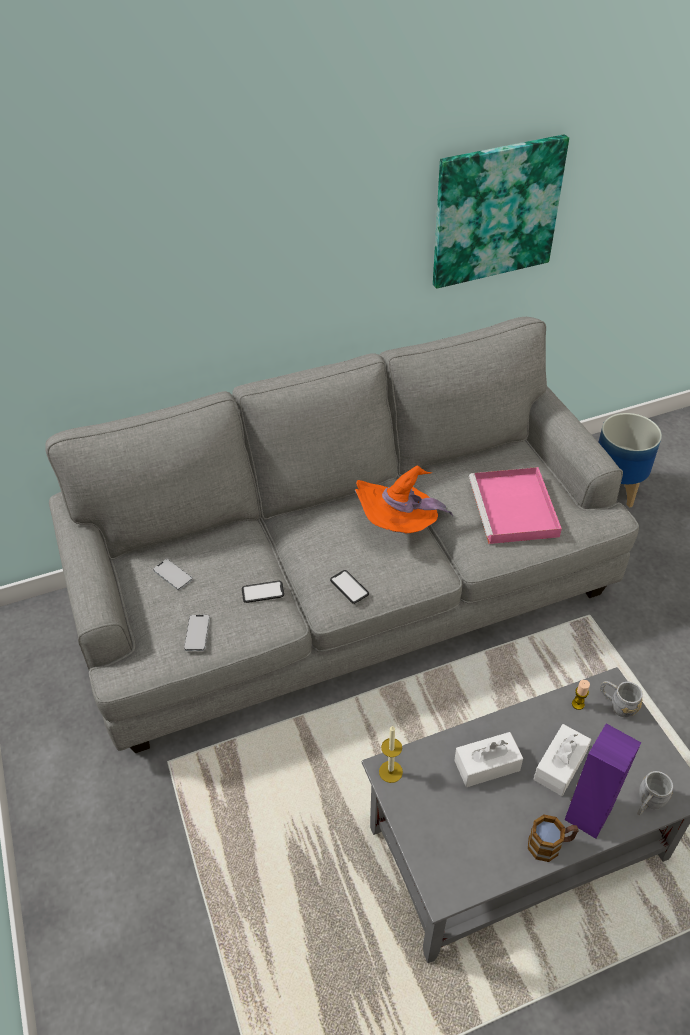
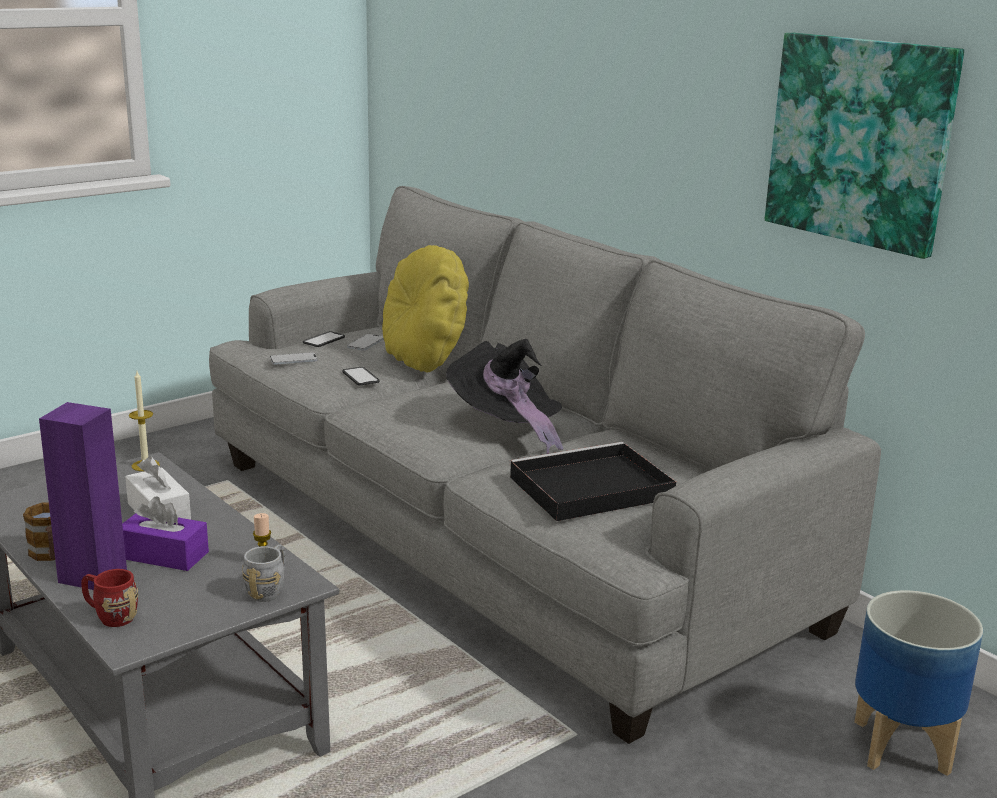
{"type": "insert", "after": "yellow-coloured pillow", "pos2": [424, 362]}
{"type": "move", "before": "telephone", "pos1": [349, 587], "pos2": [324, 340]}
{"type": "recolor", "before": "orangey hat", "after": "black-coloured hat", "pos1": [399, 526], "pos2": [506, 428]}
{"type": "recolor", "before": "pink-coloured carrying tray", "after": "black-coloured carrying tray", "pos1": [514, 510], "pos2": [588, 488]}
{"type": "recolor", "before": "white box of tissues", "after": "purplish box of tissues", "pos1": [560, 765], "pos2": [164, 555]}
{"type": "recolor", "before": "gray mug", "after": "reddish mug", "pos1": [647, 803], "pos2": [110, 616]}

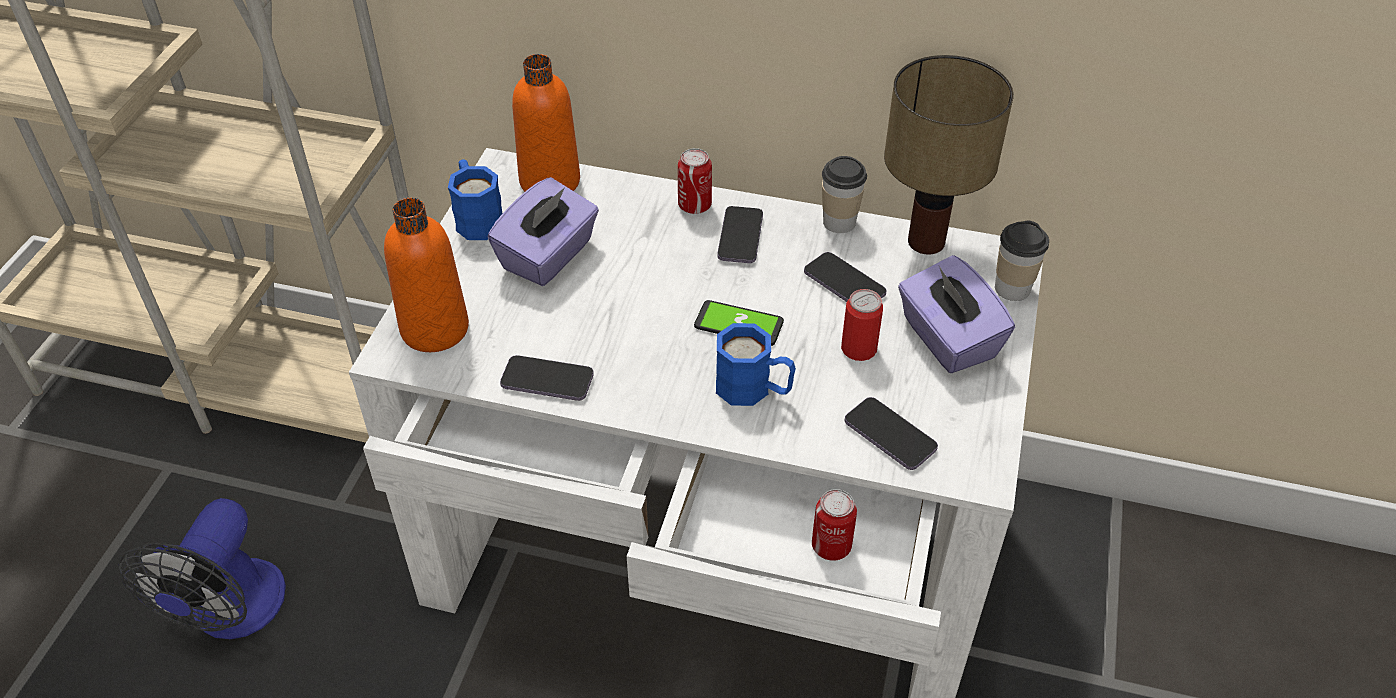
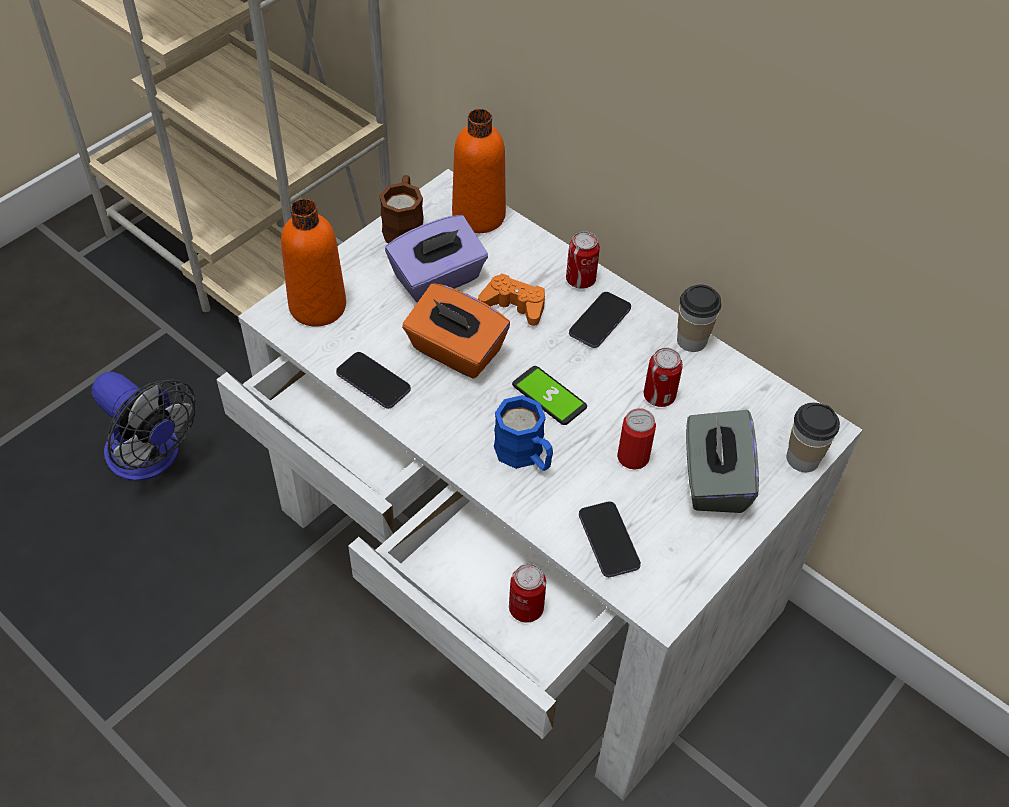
{"type": "delete", "before": "lamp for a table", "pos1": [924, 241]}
{"type": "insert", "after": "orangey box of tissues", "pos2": [455, 351]}
{"type": "insert", "after": "orangey gamepad", "pos2": [514, 305]}
{"type": "replace", "before": "telephone", "after": "can", "pos1": [844, 284], "pos2": [659, 396]}
{"type": "recolor", "before": "blue-coloured mug", "after": "brown-coloured mug", "pos1": [477, 217], "pos2": [404, 226]}
{"type": "recolor", "before": "purplish box of tissues", "after": "gray box of tissues", "pos1": [947, 339], "pos2": [713, 480]}
{"type": "rotate", "before": "electric fan", "pos1": [231, 614], "pos2": [151, 458], "turn": -90}

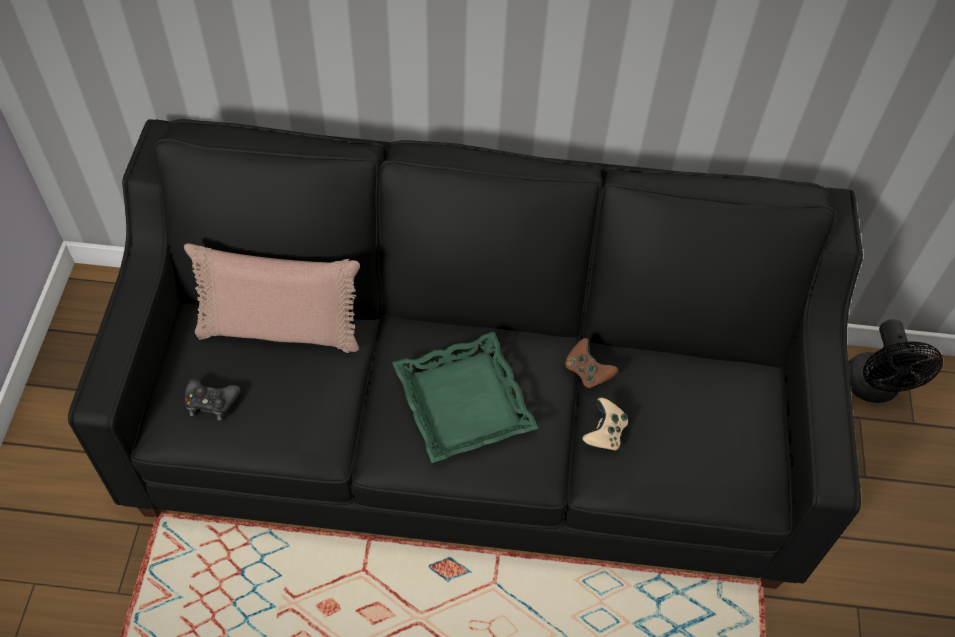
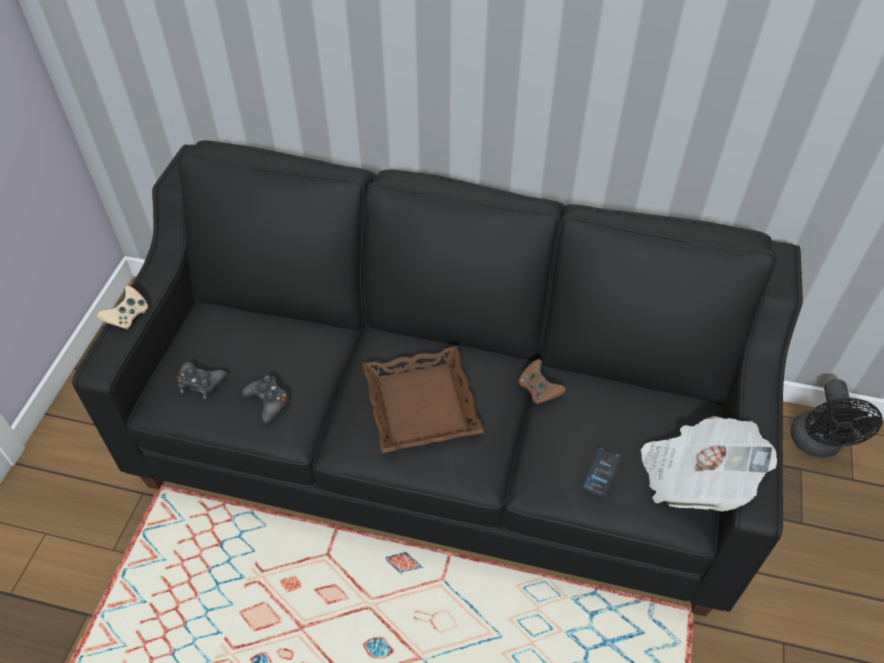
{"type": "delete", "before": "beige pillow", "pos1": [280, 329]}
{"type": "insert", "after": "black-coloured gamepad", "pos2": [269, 401]}
{"type": "insert", "after": "telephone", "pos2": [601, 472]}
{"type": "insert", "after": "daily paper", "pos2": [695, 477]}
{"type": "move", "before": "beige gamepad", "pos1": [604, 433], "pos2": [128, 317]}
{"type": "recolor", "before": "greenish carrying tray", "after": "brown-coloured carrying tray", "pos1": [465, 402], "pos2": [422, 405]}

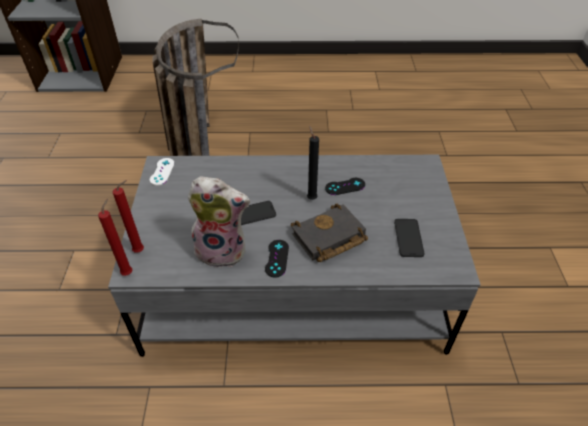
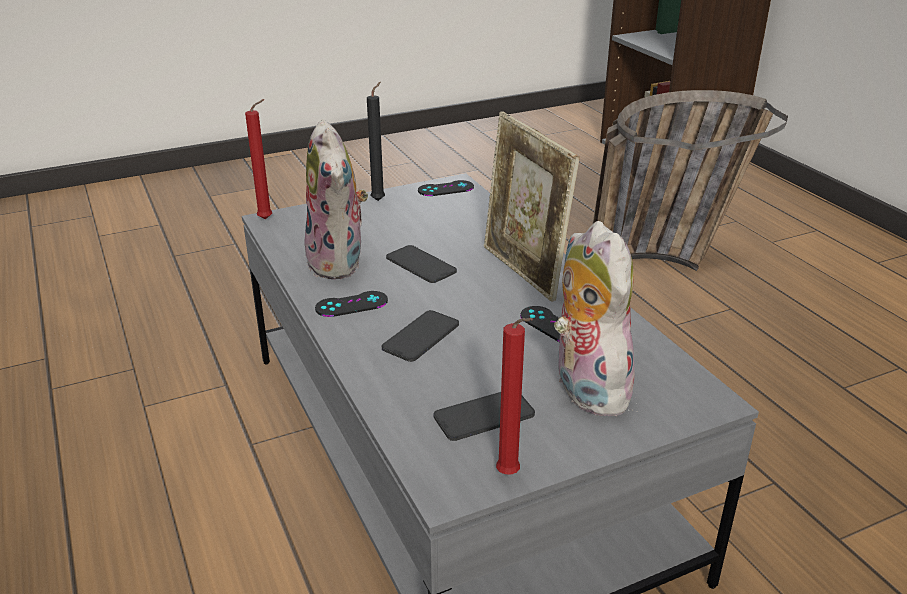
{"type": "insert", "after": "photo frame", "pos2": [523, 272]}
{"type": "insert", "after": "cuddly toy", "pos2": [584, 388]}
{"type": "move", "before": "reddish wax candle", "pos1": [141, 250], "pos2": [510, 476]}
{"type": "move", "before": "black-coloured wax candle", "pos1": [311, 198], "pos2": [379, 200]}
{"type": "replace", "before": "black-coloured book", "after": "telephone", "pos1": [328, 238], "pos2": [421, 336]}
{"type": "recolor", "before": "white gamepad", "after": "black-coloured gamepad", "pos1": [162, 171], "pos2": [445, 189]}

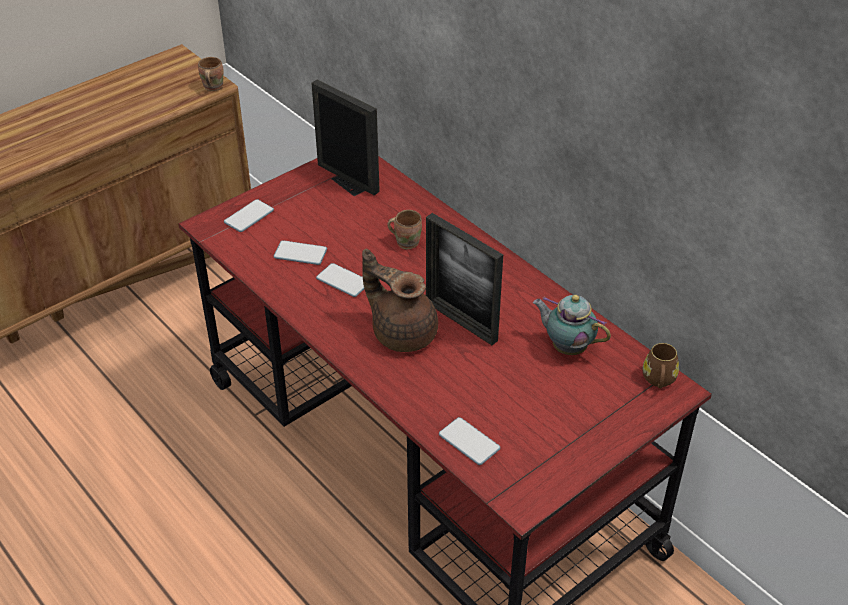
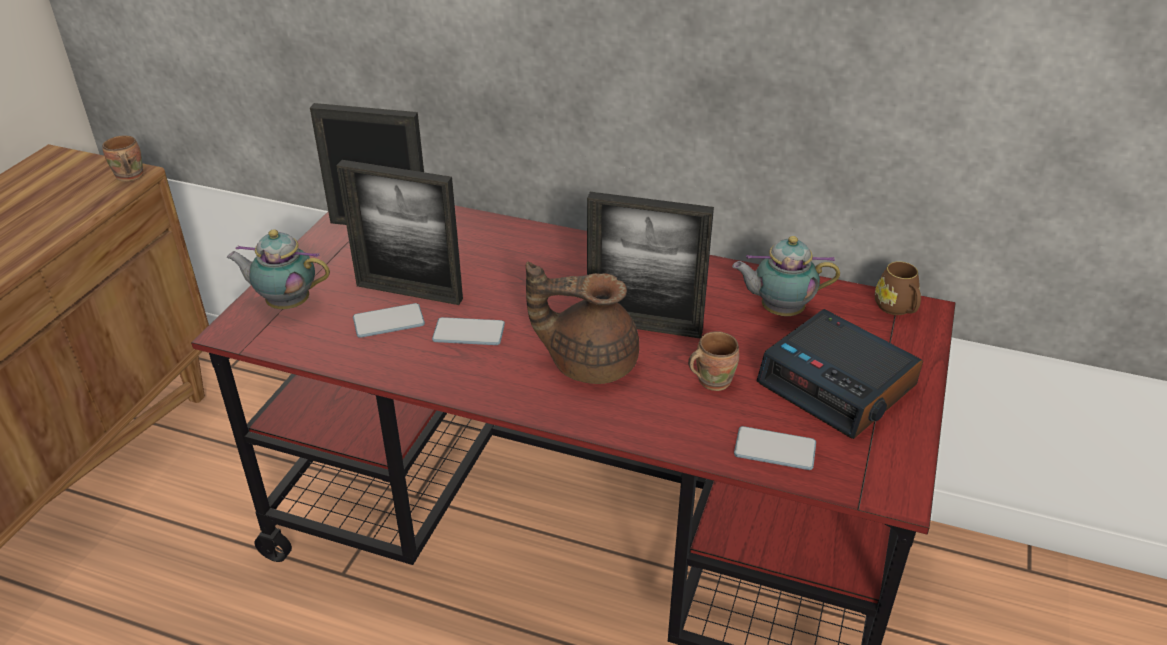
{"type": "insert", "after": "photo frame", "pos2": [409, 292]}
{"type": "insert", "after": "table clock", "pos2": [838, 385]}
{"type": "move", "before": "brown-coloured mug", "pos1": [406, 241], "pos2": [711, 380]}
{"type": "replace", "before": "telephone", "after": "tea pot", "pos1": [249, 217], "pos2": [286, 303]}

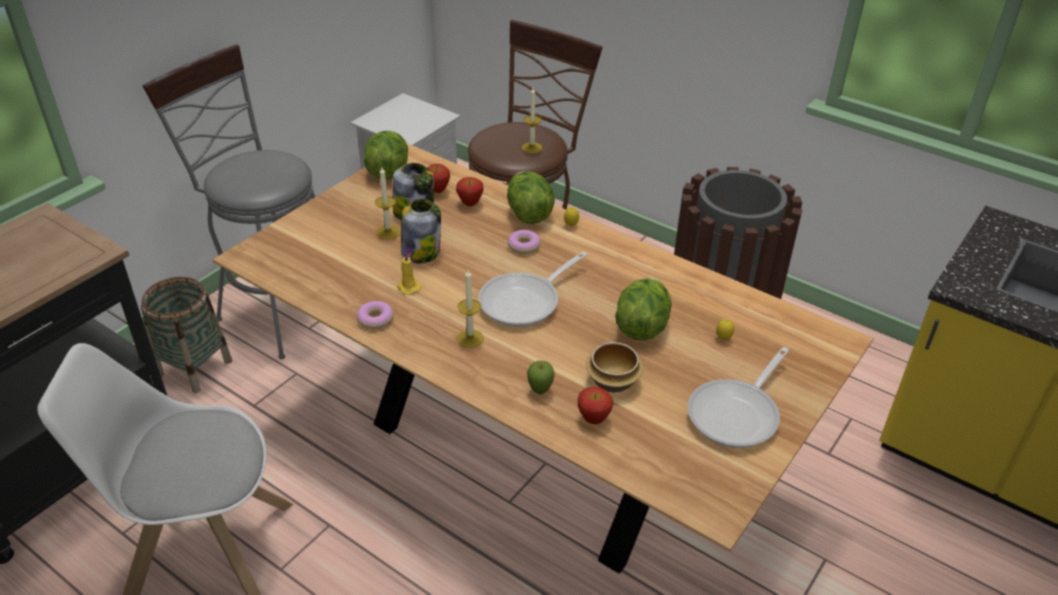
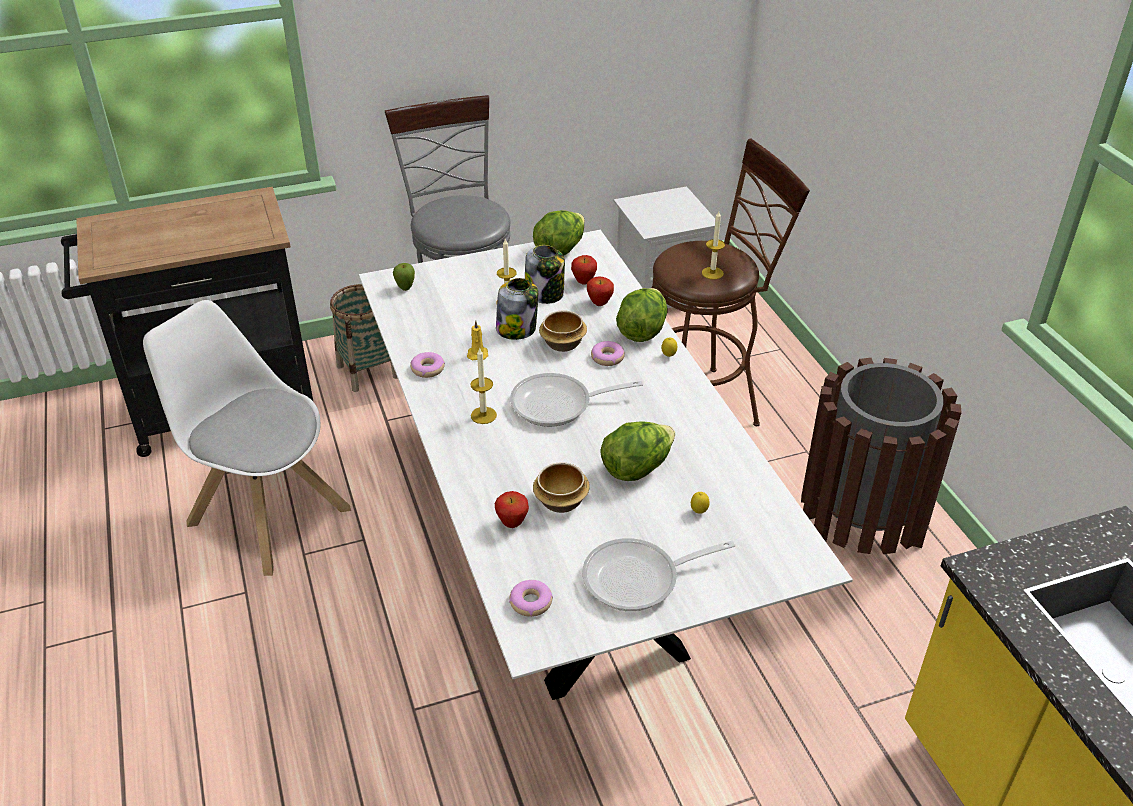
{"type": "insert", "after": "ring doughnut", "pos2": [531, 602]}
{"type": "insert", "after": "serving bowl", "pos2": [563, 344]}
{"type": "move", "before": "apple fruit", "pos1": [540, 391], "pos2": [405, 288]}
{"type": "recolor", "before": "brown-coloured kitchen table", "after": "white kitchen table", "pos1": [526, 450], "pos2": [566, 559]}

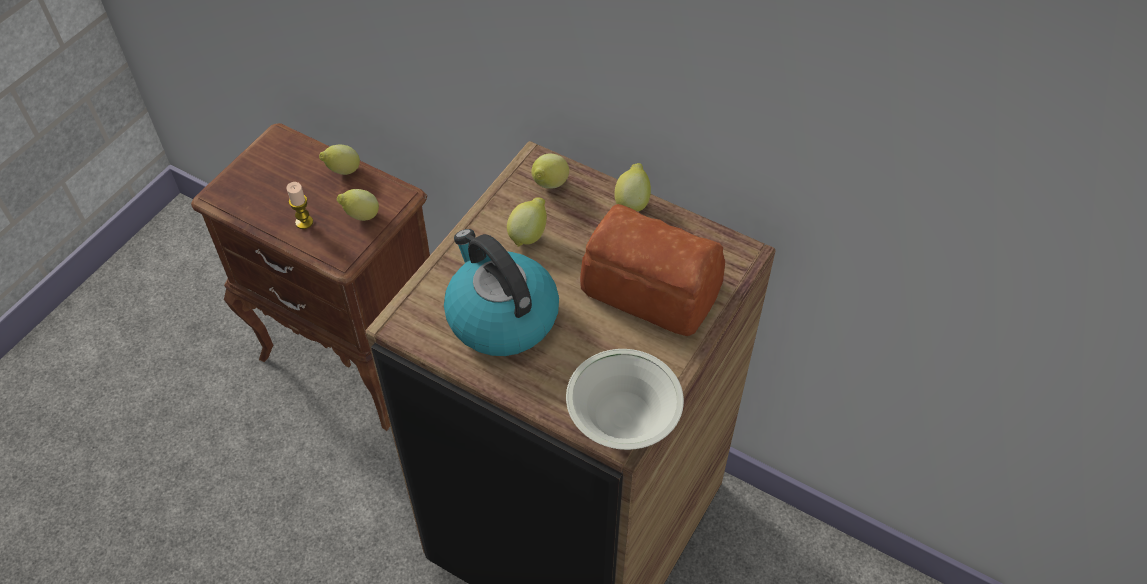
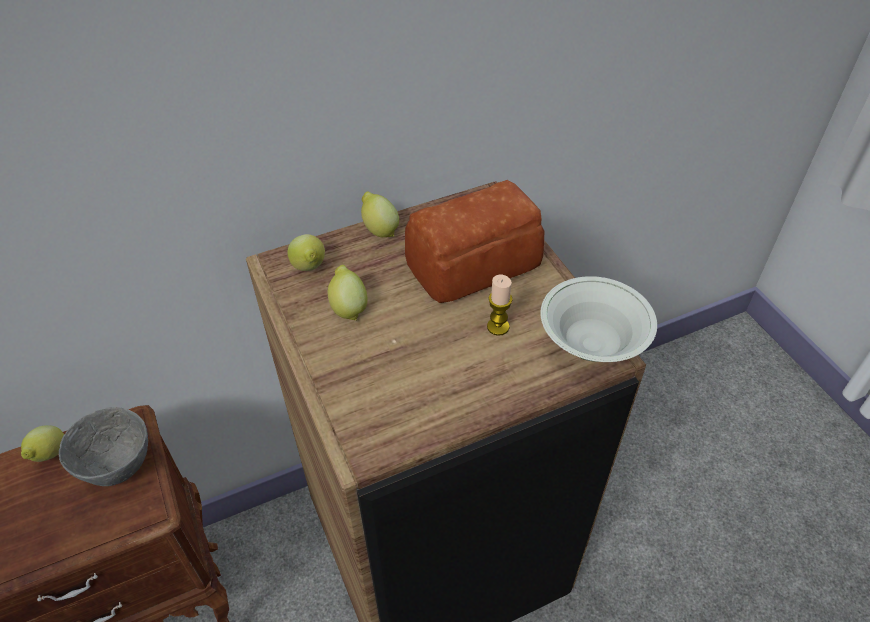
{"type": "delete", "before": "tea kettle", "pos1": [500, 316]}
{"type": "move", "before": "wax candle", "pos1": [304, 222], "pos2": [498, 327]}
{"type": "replace", "before": "whole lemon", "after": "gray serving bowl", "pos1": [361, 216], "pos2": [119, 468]}

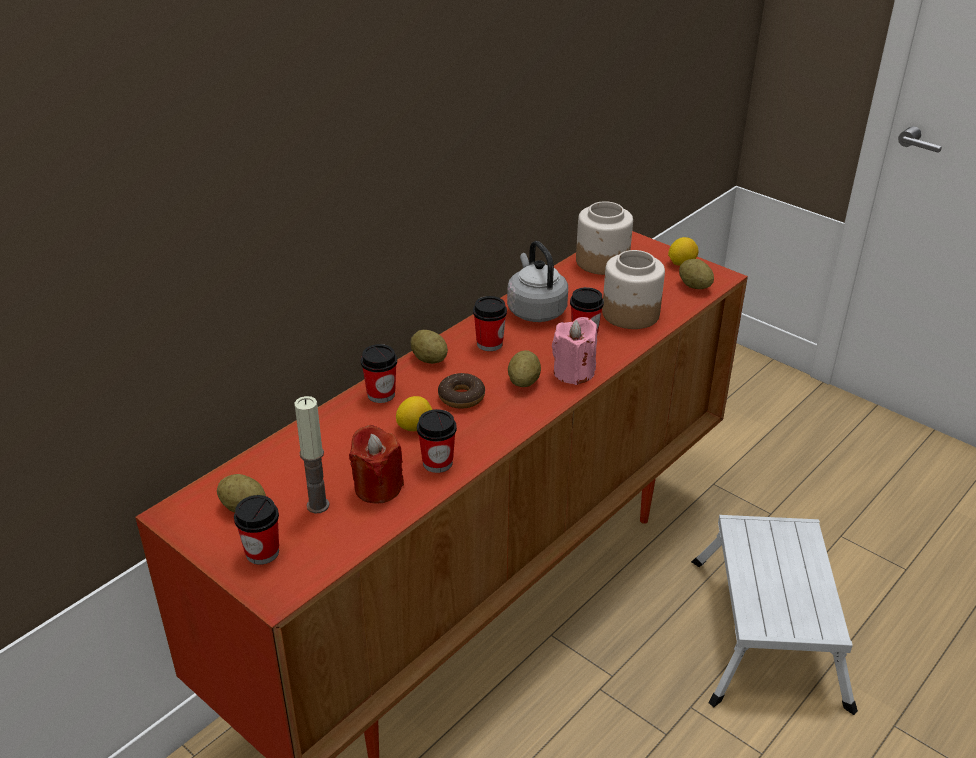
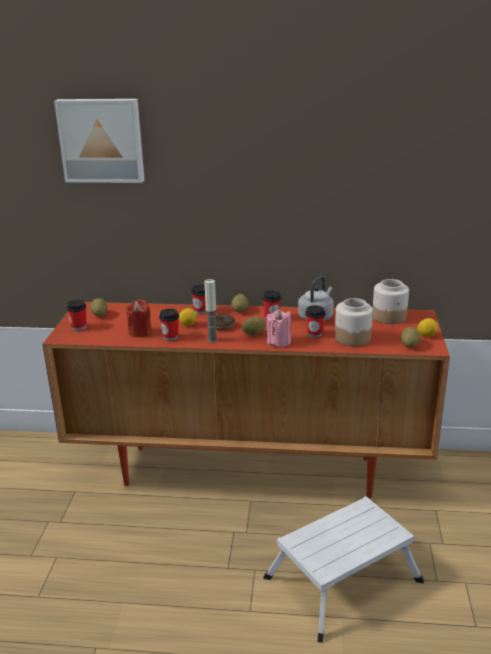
{"type": "insert", "after": "wall picture", "pos2": [101, 140]}
{"type": "move", "before": "wax candle", "pos1": [318, 505], "pos2": [212, 340]}

